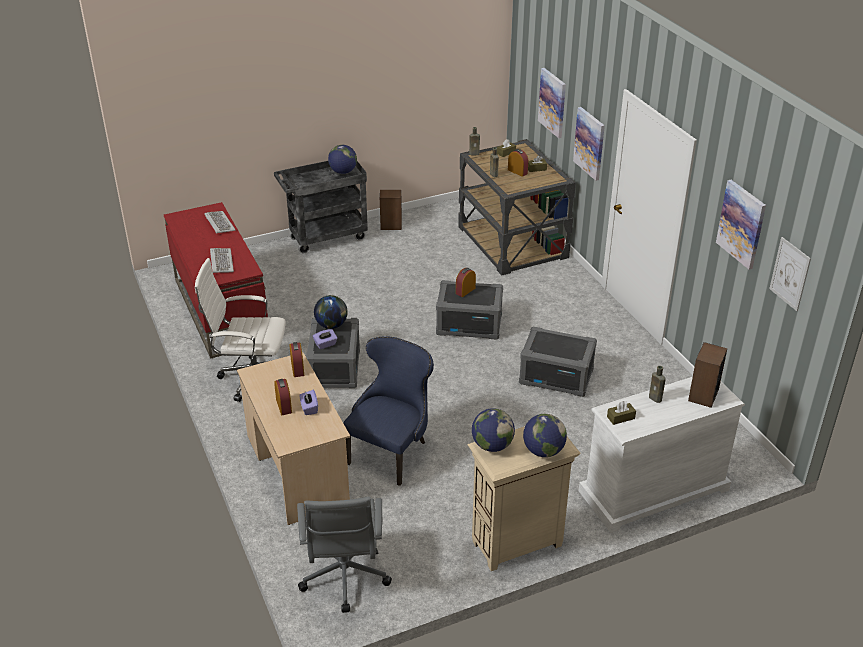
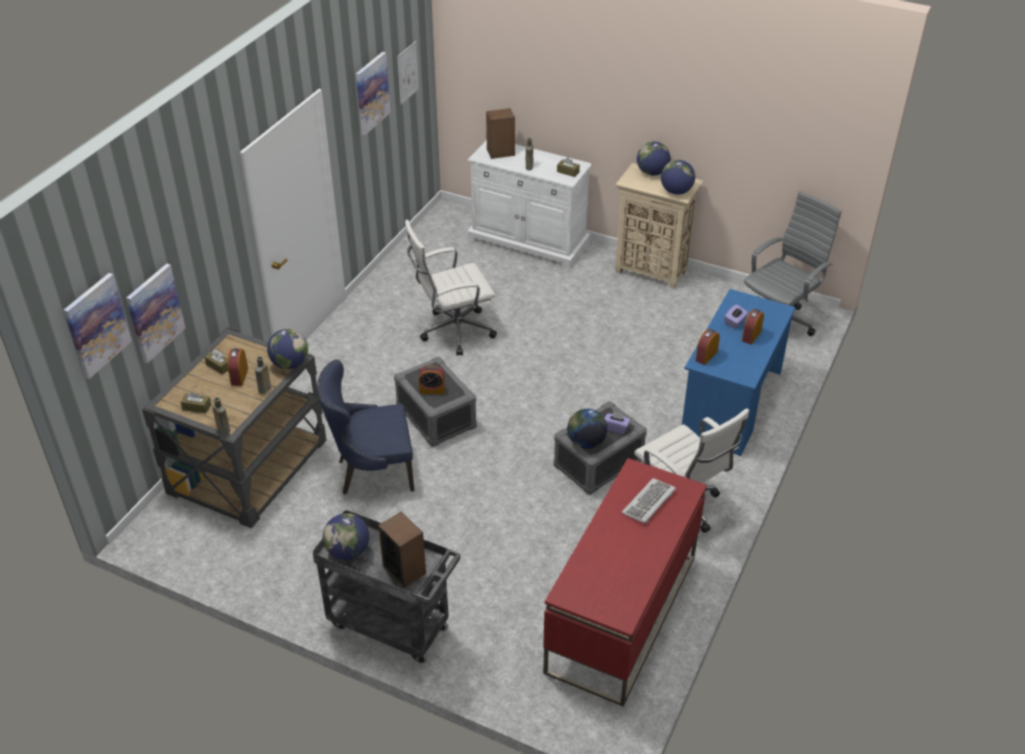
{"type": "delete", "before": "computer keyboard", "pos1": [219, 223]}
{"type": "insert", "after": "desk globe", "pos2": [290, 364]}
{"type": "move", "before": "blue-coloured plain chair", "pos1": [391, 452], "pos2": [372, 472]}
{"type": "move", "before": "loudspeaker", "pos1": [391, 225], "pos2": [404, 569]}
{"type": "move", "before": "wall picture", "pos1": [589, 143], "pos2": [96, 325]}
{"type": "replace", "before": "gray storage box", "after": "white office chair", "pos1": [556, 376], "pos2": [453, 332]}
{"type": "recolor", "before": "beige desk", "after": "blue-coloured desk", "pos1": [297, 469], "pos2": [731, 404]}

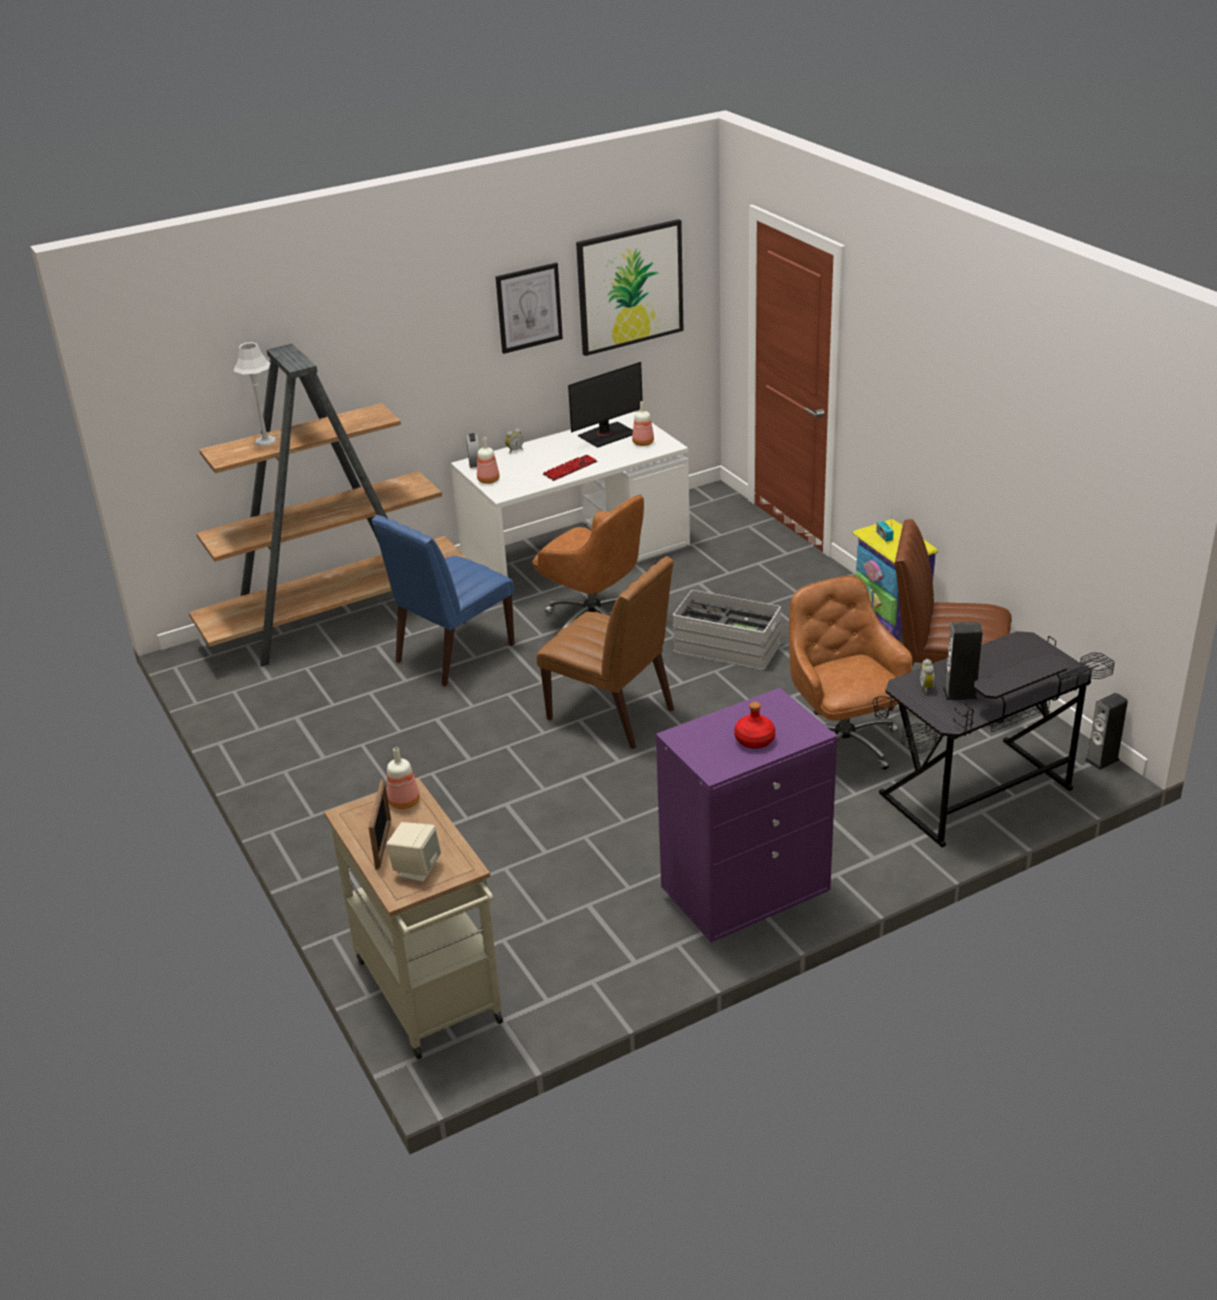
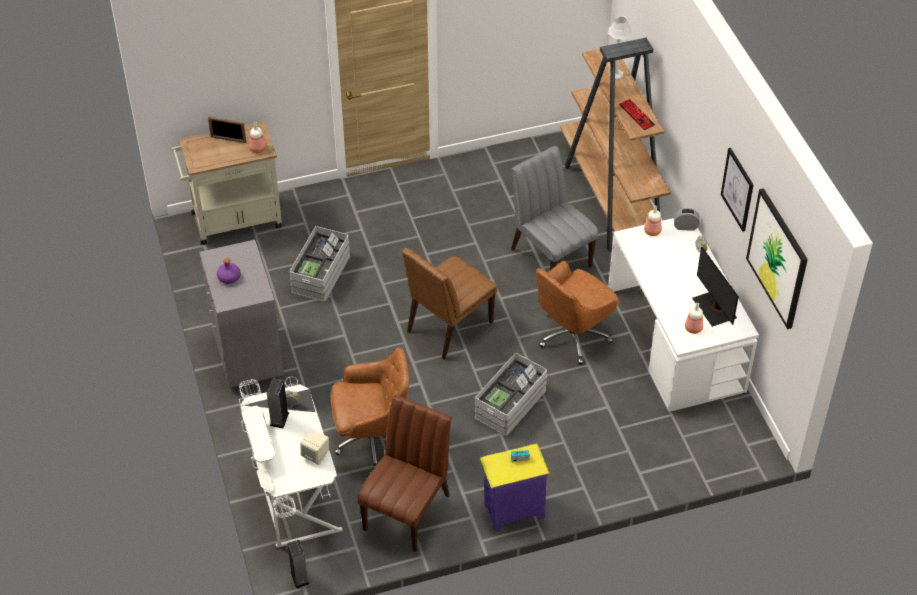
{"type": "insert", "after": "gray storage box", "pos2": [320, 273]}
{"type": "move", "before": "beige loudspeaker", "pos1": [416, 869], "pos2": [316, 455]}
{"type": "move", "before": "computer keyboard", "pos1": [570, 469], "pos2": [636, 115]}
{"type": "recolor", "before": "blue-coloured plain chair", "after": "gray plain chair", "pos1": [455, 652], "pos2": [551, 258]}
{"type": "recolor", "before": "purplish cabinet", "after": "gray cabinet", "pos1": [744, 899], "pos2": [247, 355]}
{"type": "recolor", "before": "reddish beverage bottle", "after": "purplish beverage bottle", "pos1": [754, 740], "pos2": [229, 277]}
{"type": "recolor", "before": "black-coloured desk", "after": "white desk", "pos1": [979, 794], "pos2": [292, 495]}

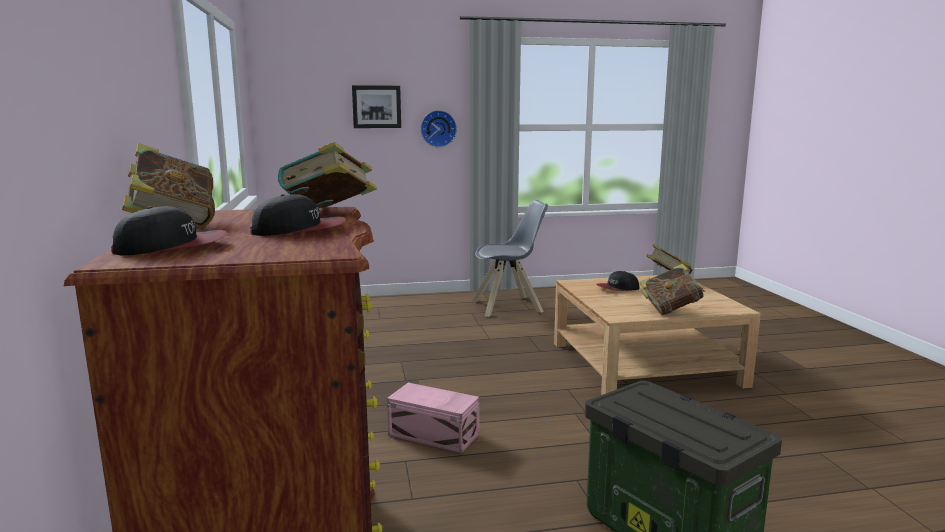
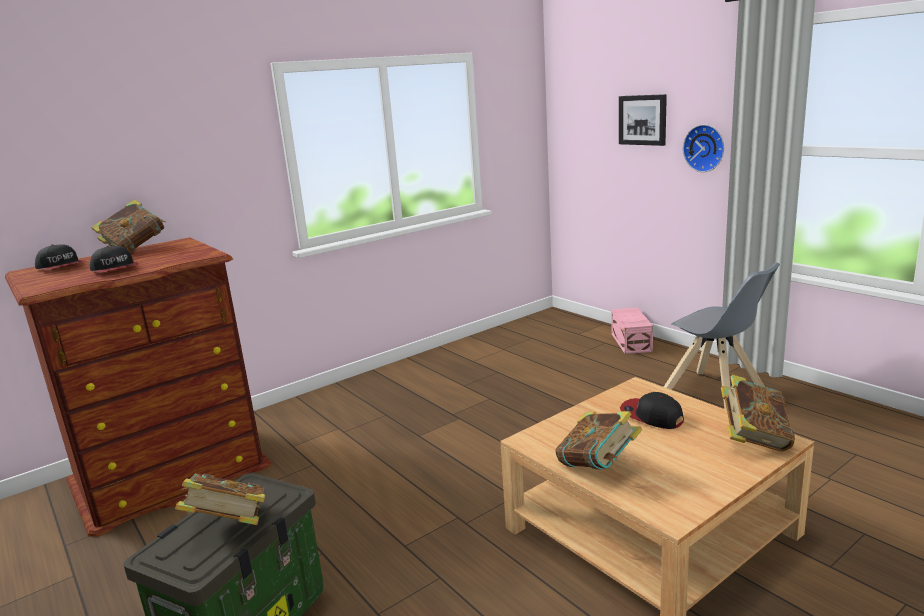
{"type": "move", "before": "book", "pos1": [329, 212], "pos2": [228, 526]}
{"type": "move", "before": "pink-coloured storage box", "pos1": [434, 435], "pos2": [630, 343]}

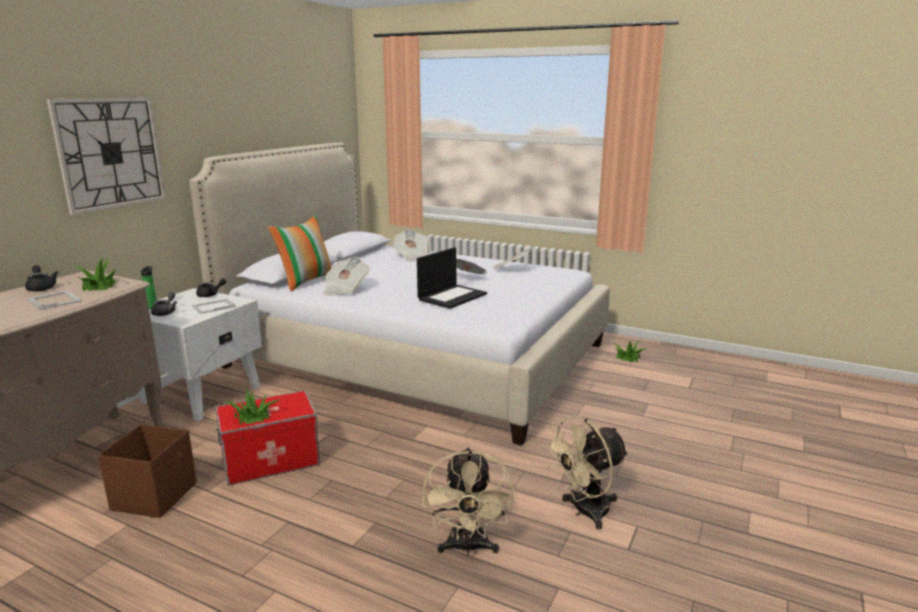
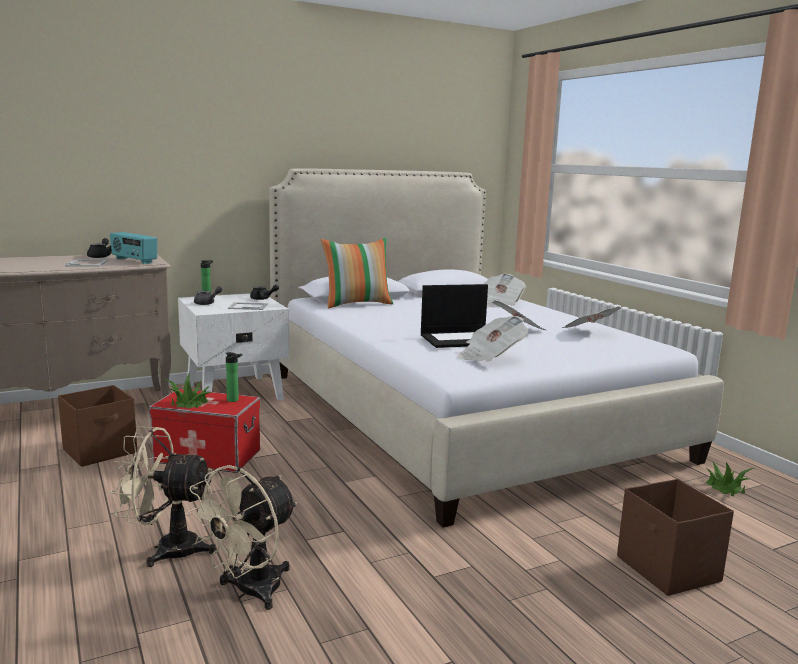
{"type": "delete", "before": "hanging clock", "pos1": [110, 153]}
{"type": "insert", "after": "beverage bottle", "pos2": [234, 400]}
{"type": "insert", "after": "brown-coloured storage box", "pos2": [668, 570]}
{"type": "move", "before": "daily paper", "pos1": [344, 289], "pos2": [490, 356]}
{"type": "move", "before": "beige electric fan", "pos1": [584, 512], "pos2": [167, 549]}
{"type": "replace", "before": "plant in a pot", "after": "radio set", "pos1": [99, 286], "pos2": [134, 261]}

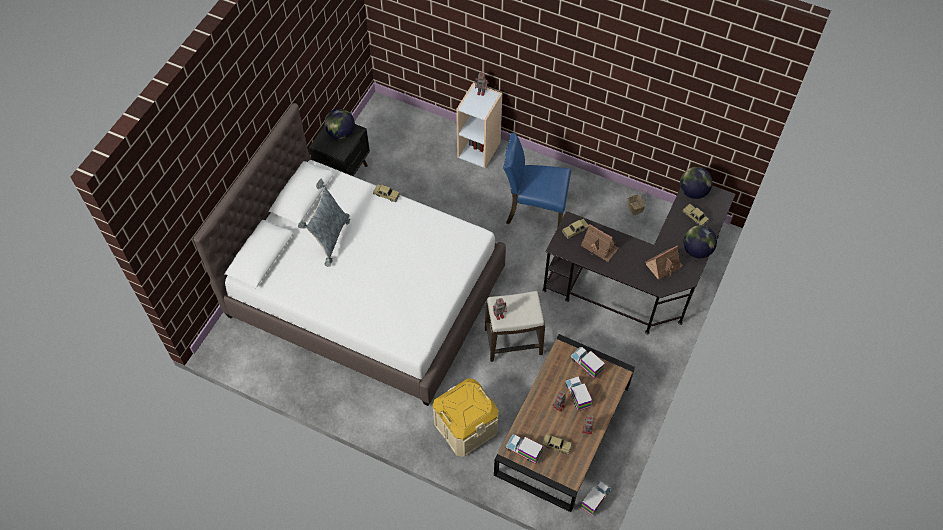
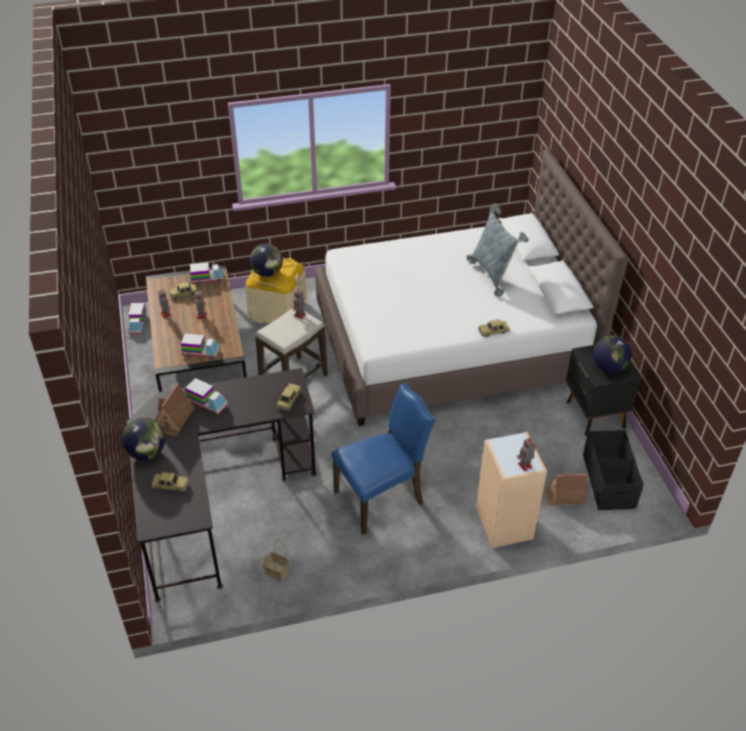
{"type": "insert", "after": "black-coloured storage box", "pos2": [609, 481]}
{"type": "move", "before": "toy lorry", "pos1": [577, 395], "pos2": [207, 403]}
{"type": "move", "before": "miniature house", "pos1": [599, 246], "pos2": [564, 495]}
{"type": "move", "before": "desk globe", "pos1": [693, 191], "pos2": [267, 273]}

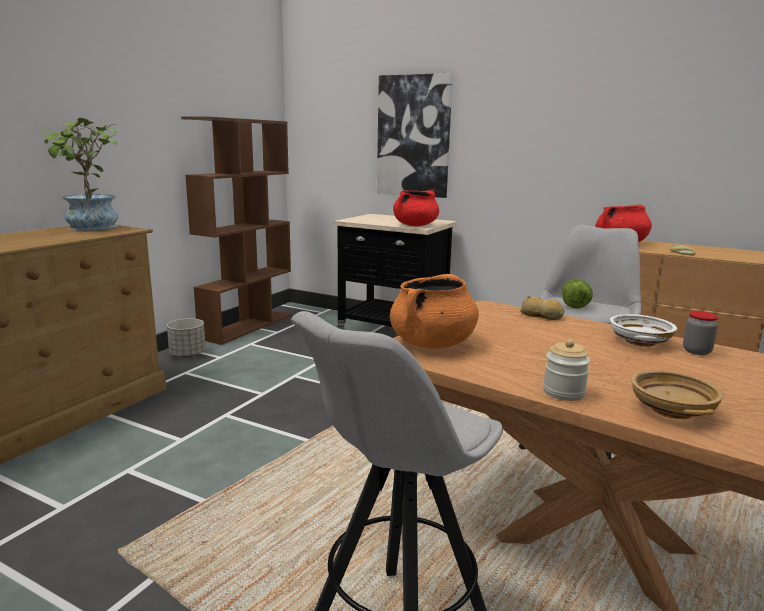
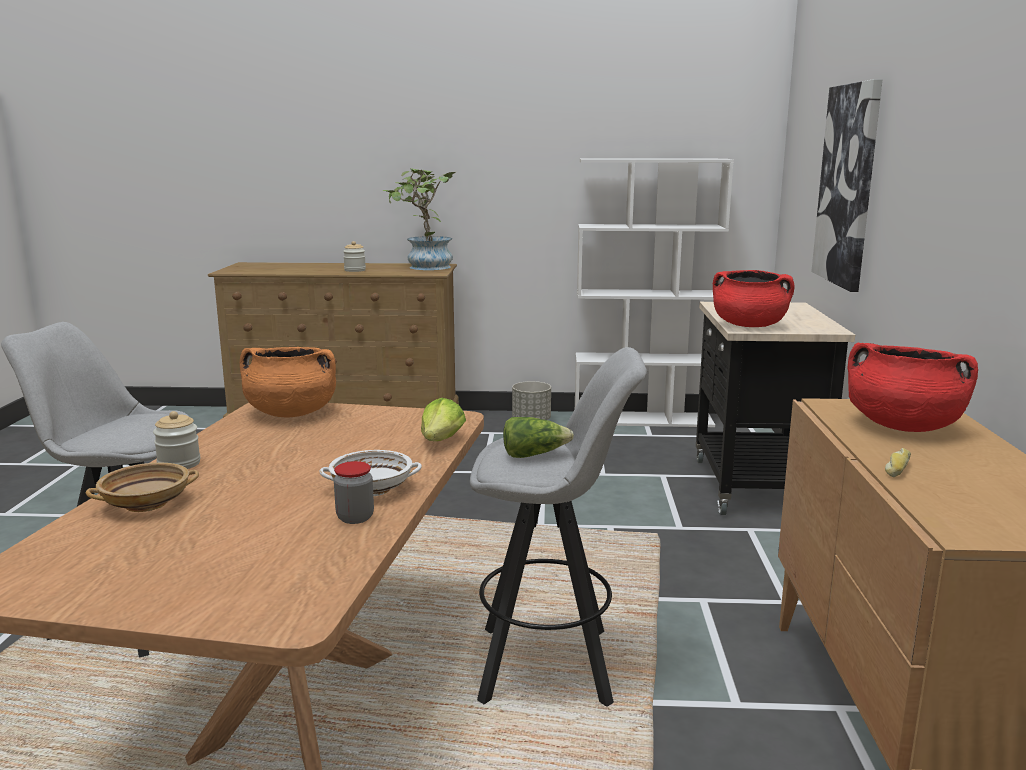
{"type": "insert", "after": "preserve jar", "pos2": [355, 270]}
{"type": "replace", "before": "bread", "after": "lettuce head", "pos1": [542, 315], "pos2": [441, 441]}
{"type": "recolor", "before": "brown-coloured shelving unit", "after": "white shelving unit", "pos1": [247, 326], "pos2": [643, 419]}

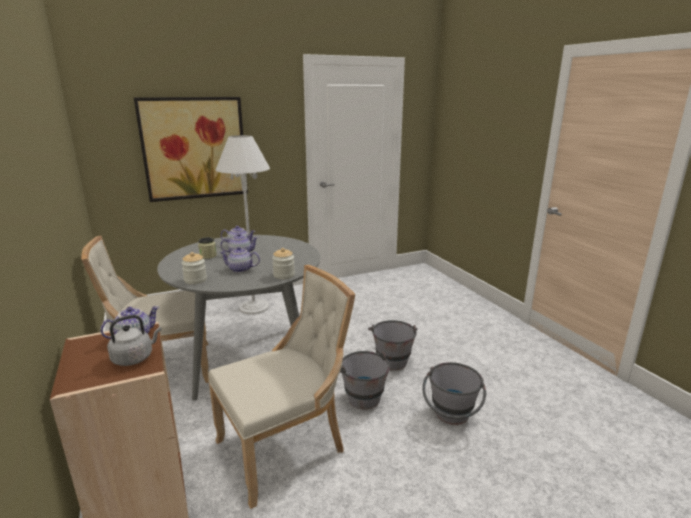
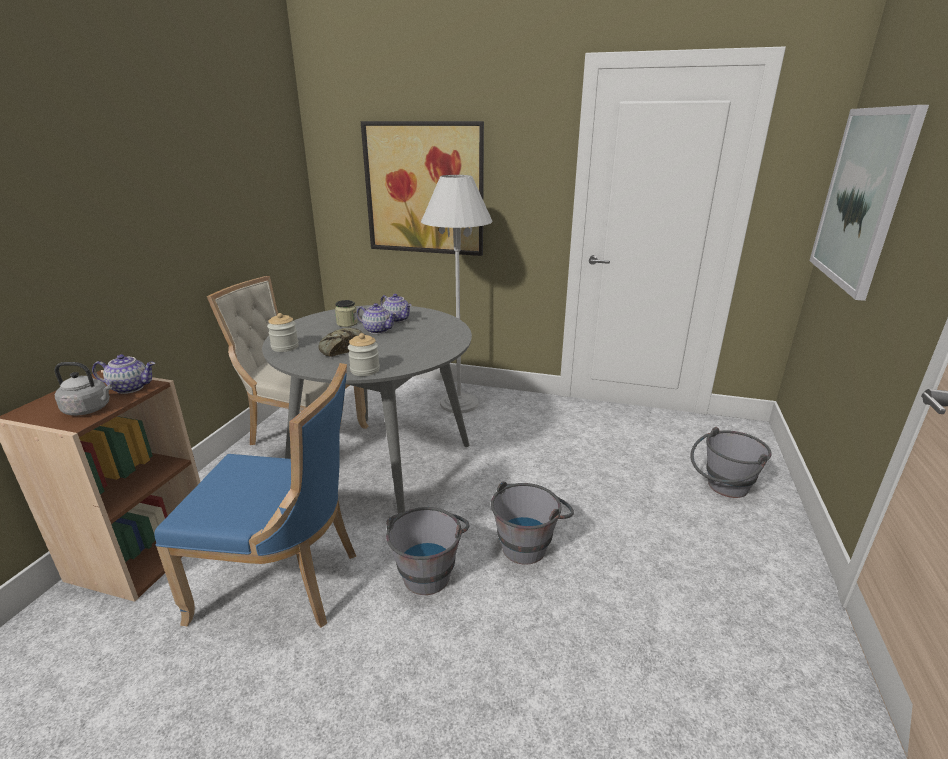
{"type": "insert", "after": "wall picture", "pos2": [862, 198]}
{"type": "move", "before": "gray pail", "pos1": [451, 418], "pos2": [722, 489]}
{"type": "replace", "before": "tea pot", "after": "bread", "pos1": [241, 269], "pos2": [342, 349]}
{"type": "recolor", "before": "beige plain chair", "after": "blue-coloured plain chair", "pos1": [286, 447], "pos2": [285, 582]}

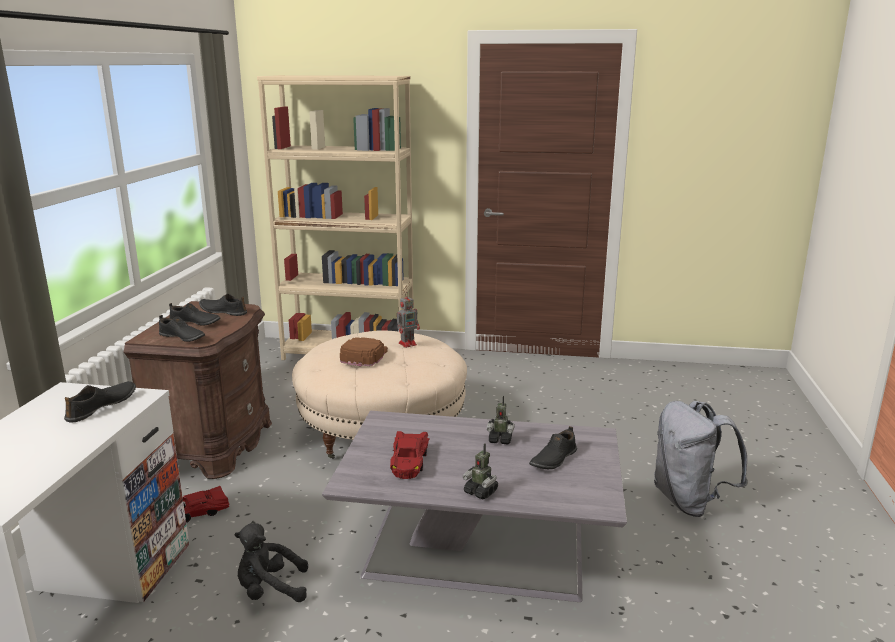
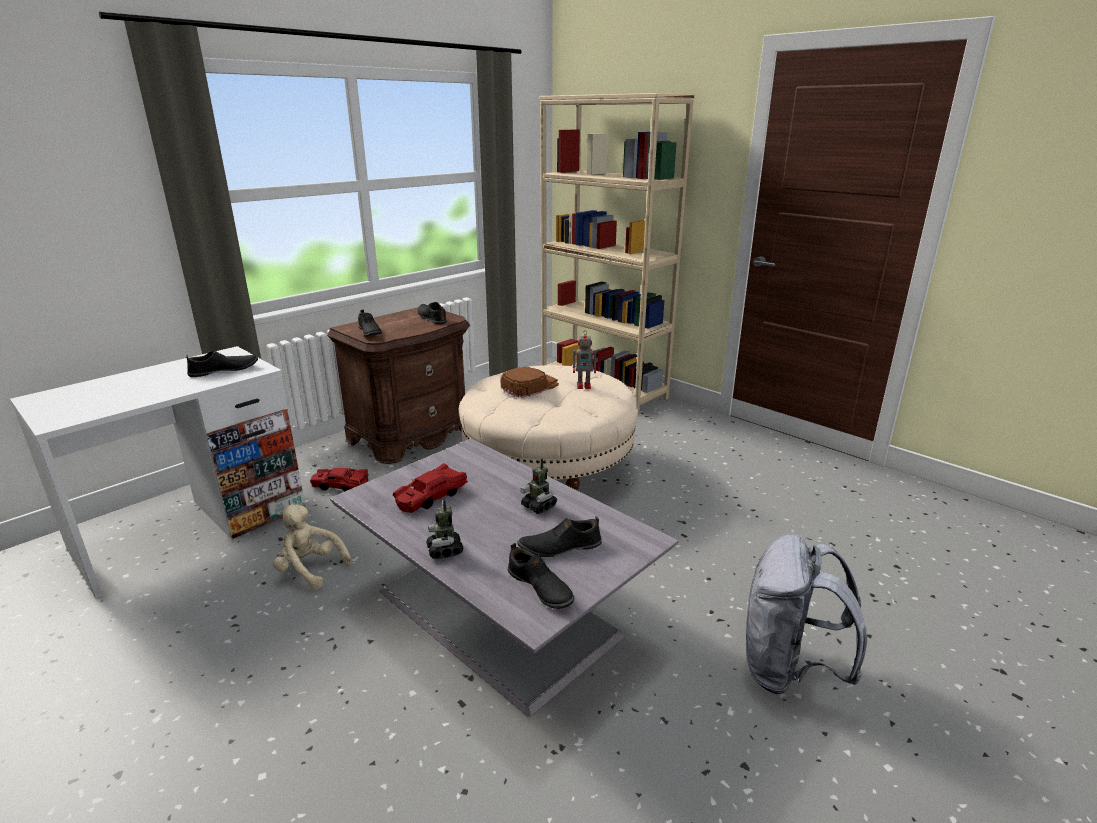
{"type": "move", "before": "black-coloured item of footwear", "pos1": [195, 323], "pos2": [539, 588]}
{"type": "recolor", "before": "black-coloured cuddly toy", "after": "beige cuddly toy", "pos1": [270, 590], "pos2": [310, 569]}

